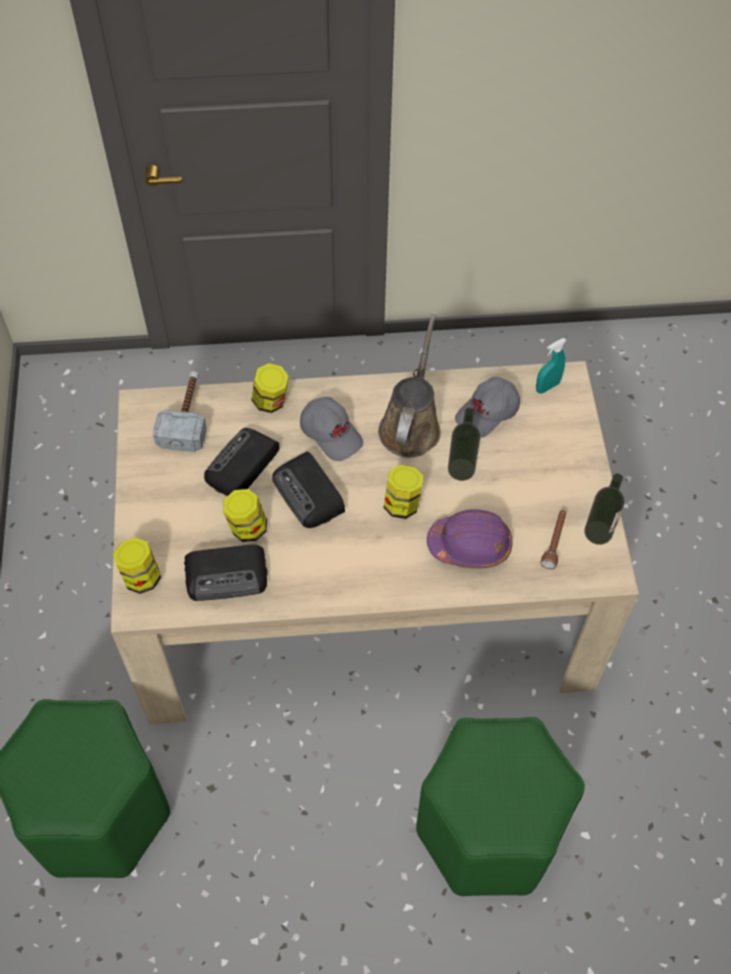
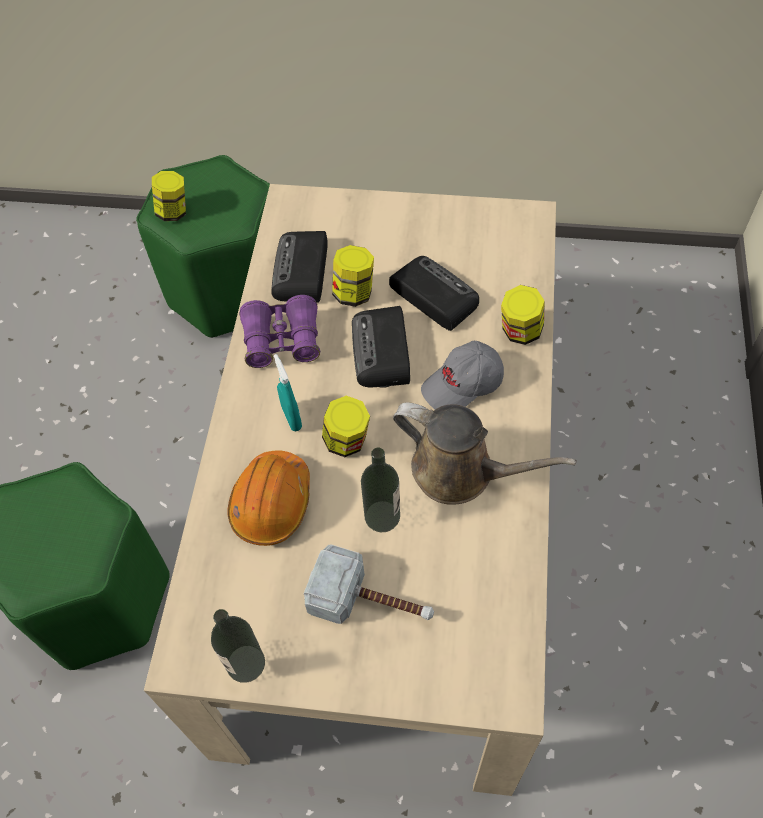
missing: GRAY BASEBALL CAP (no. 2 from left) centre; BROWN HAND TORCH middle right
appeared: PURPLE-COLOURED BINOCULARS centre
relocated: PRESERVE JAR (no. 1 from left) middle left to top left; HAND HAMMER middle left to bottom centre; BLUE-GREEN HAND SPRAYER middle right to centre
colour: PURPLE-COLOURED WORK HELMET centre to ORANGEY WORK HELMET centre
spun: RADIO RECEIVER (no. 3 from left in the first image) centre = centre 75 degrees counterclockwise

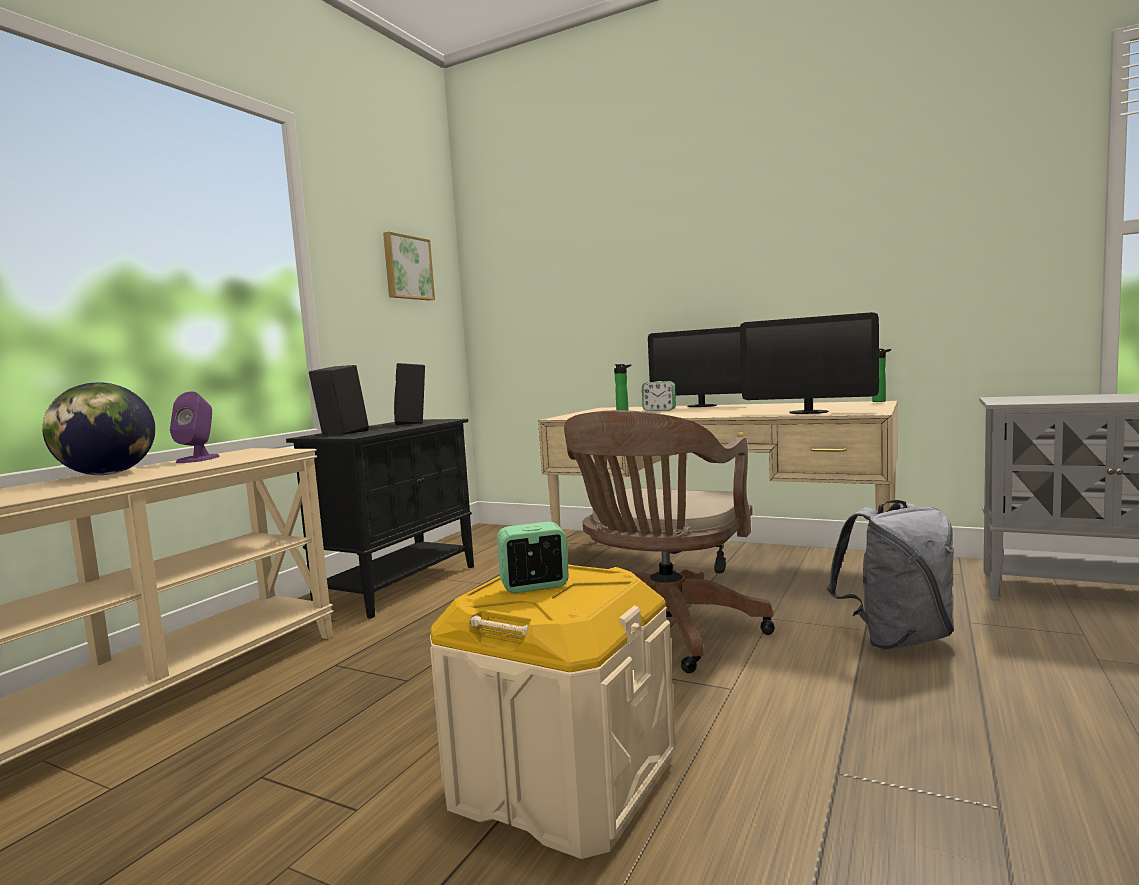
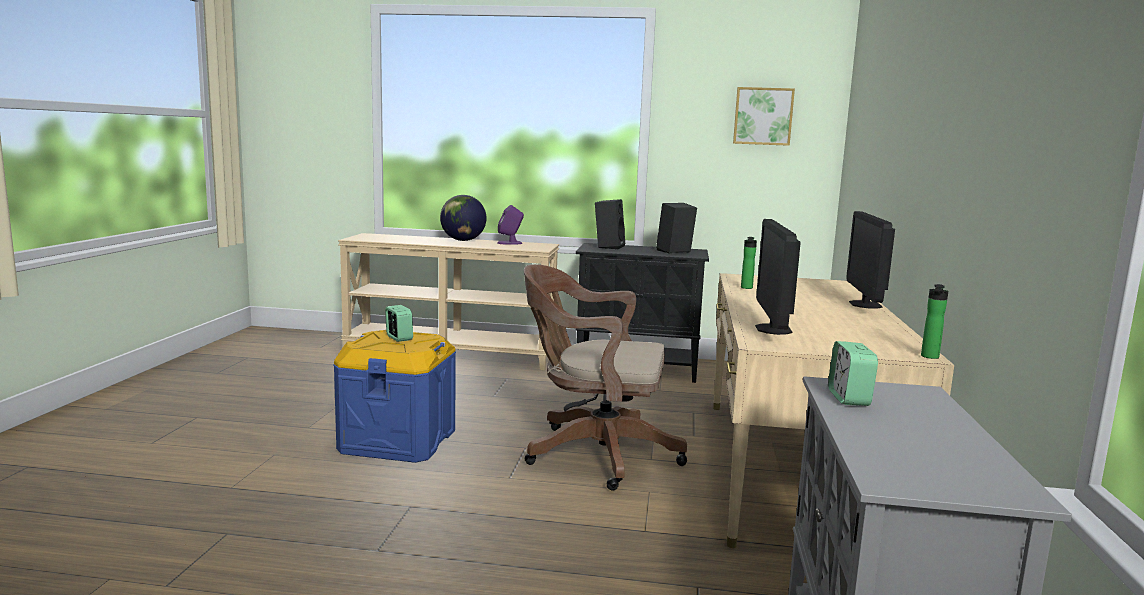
missing: GRAY BACKPACK middle right
relocated: BEDSIDE CLOCK (no. 2 from left) centre to middle right
colour: BEIGE STORAGE CONTAINER bottom centre to BLUE STORAGE CONTAINER centre

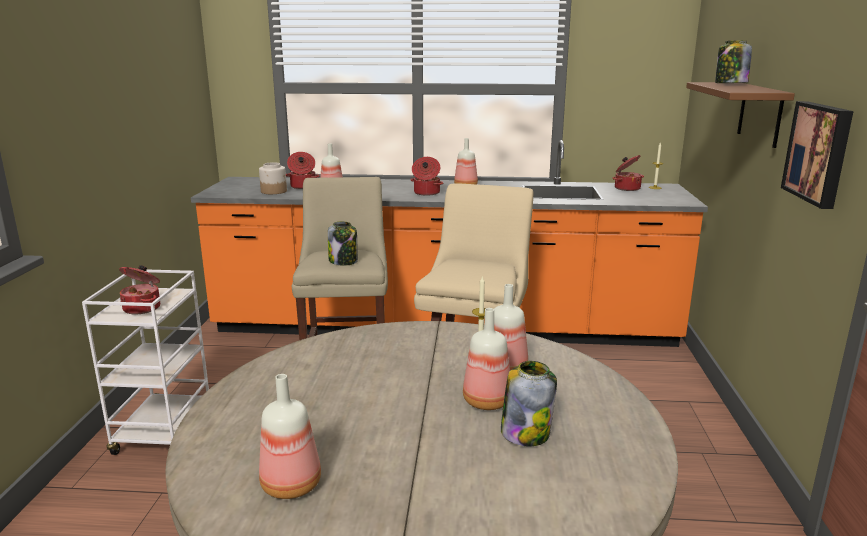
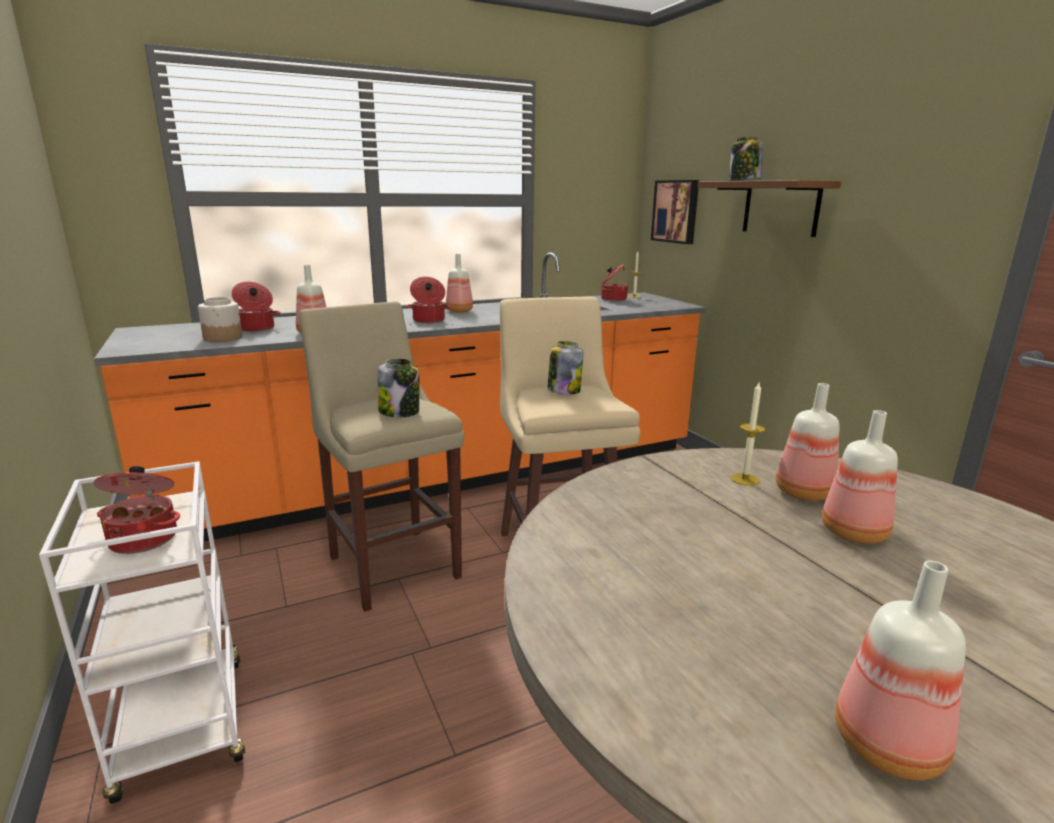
relocated: PRESERVE JAR (no. 3 from left) bottom centre to centre; PICTURE top right to top centre

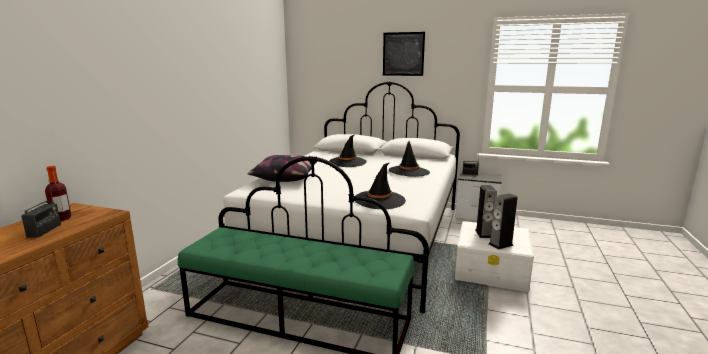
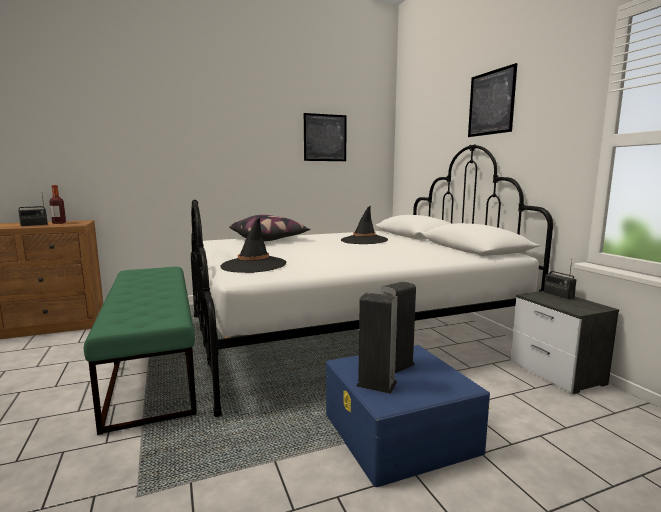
missing: BLACK-COLOURED WEARABLE HAT (no. 3 from left) centre
appeared: PICTURE (no. 1 from left) top centre
colour: WHITISH STORAGE CONTAINER bottom right to BLUE STORAGE CONTAINER bottom centre

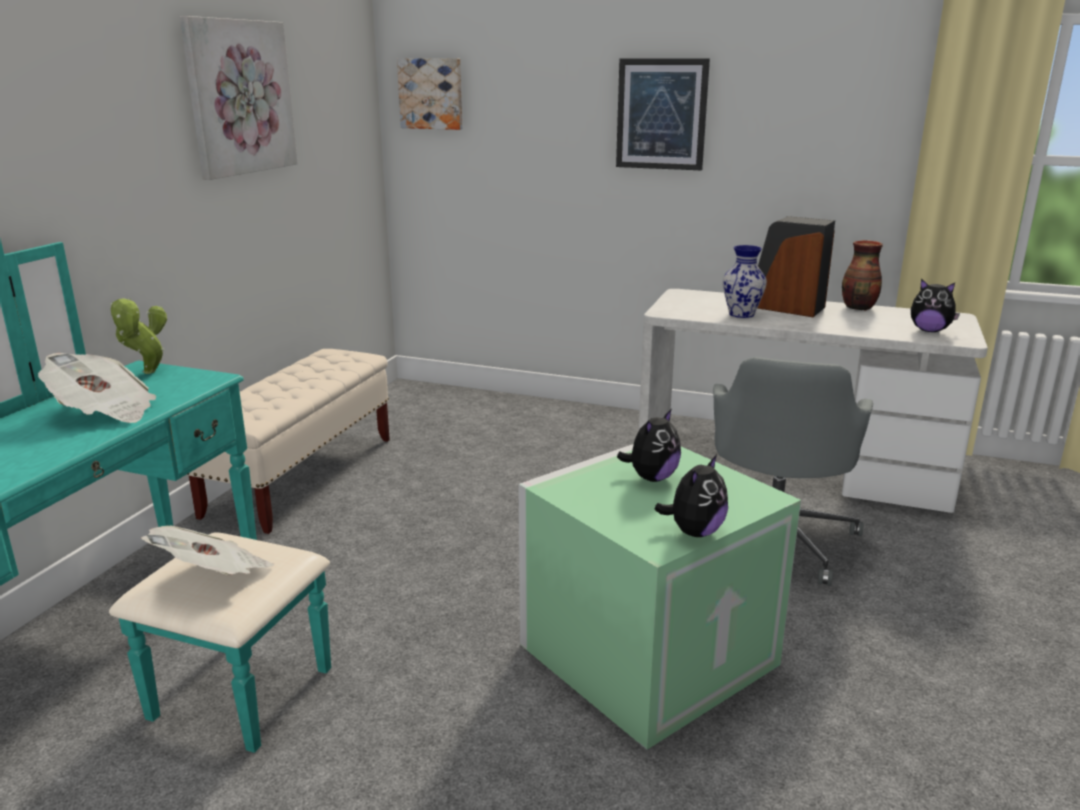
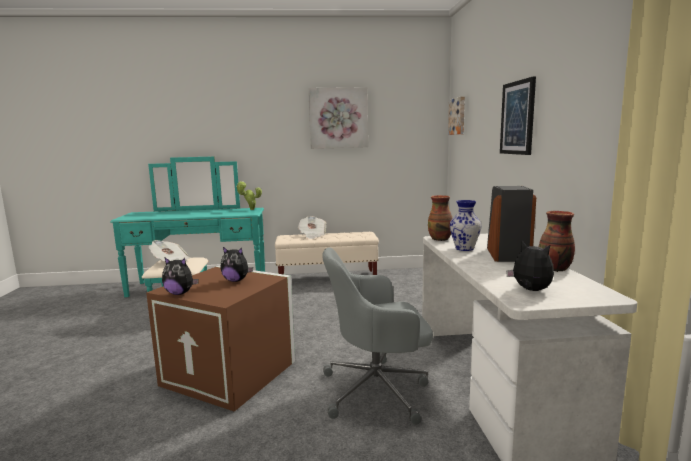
appeared: DECORATIVE VASE (no. 1 from left) centre
relocated: DAILY PAPER (no. 1 from left in the first image) middle left to DAILY PAPER (no. 2 from left) centre
colour: GREEN STORAGE CONTAINER bottom centre to BROWN STORAGE CONTAINER bottom left
spun: PLUSH TOY (no. 3 from left) middle right = middle right 135 degrees clockwise

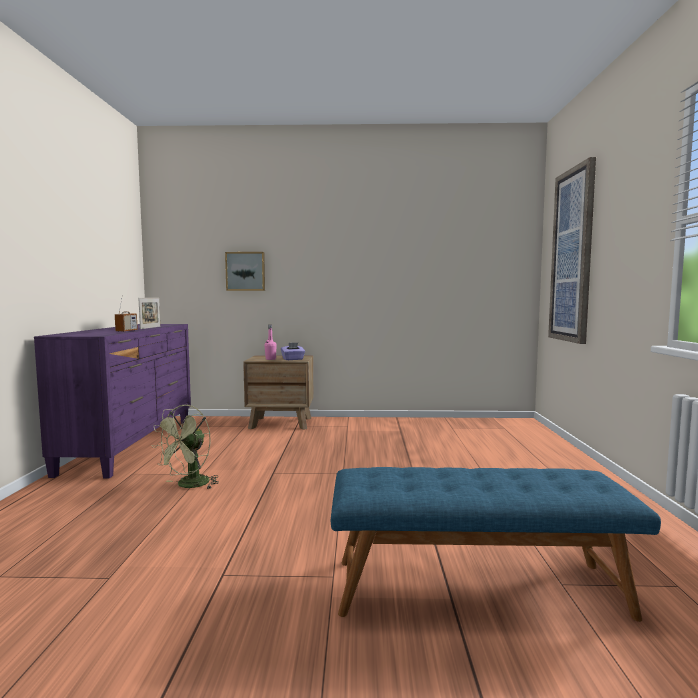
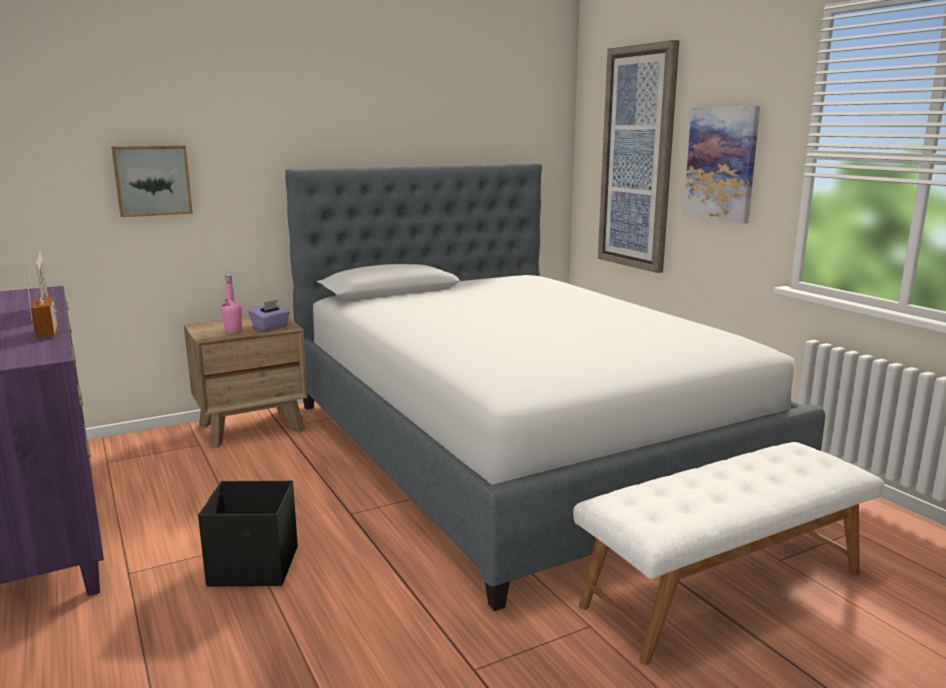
appeared: BEDROOM BED centre; PICTURE (no. 3 from left) top right
exchanged: GREEN FAN middle left to BLACK-COLOURED STORAGE CONTAINER bottom left
colour: BLUE BENCH bottom right to WHITISH BENCH bottom right

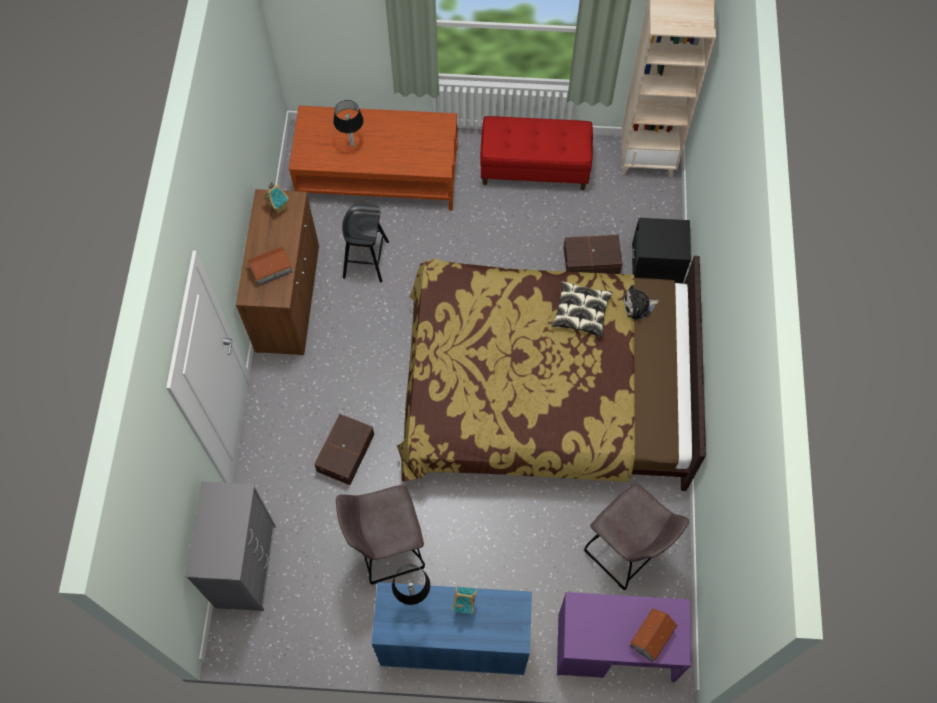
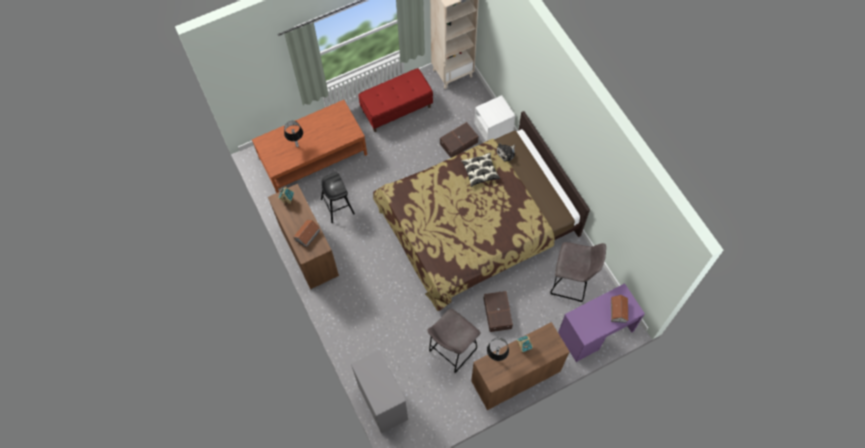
relocated: BROWN STORAGE CONTAINER (no. 1 from left in the first image) centre to BROWN STORAGE CONTAINER (no. 2 from left) bottom centre
colour: BLUE CABINET bottom centre to BROWN CABINET (no. 2 from left) bottom centre; BLACK-COLOURED NIGHTSTAND middle right to WHITISH NIGHTSTAND top centre

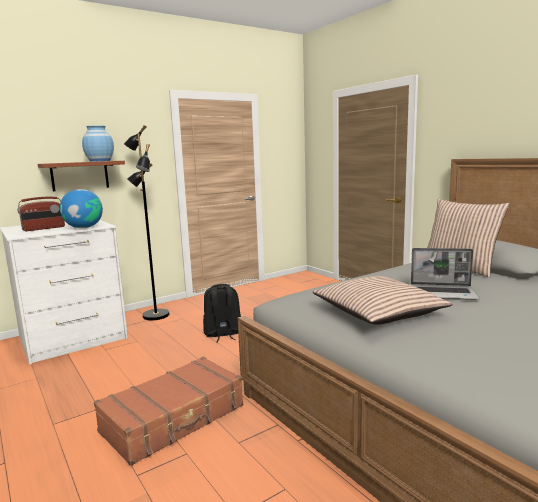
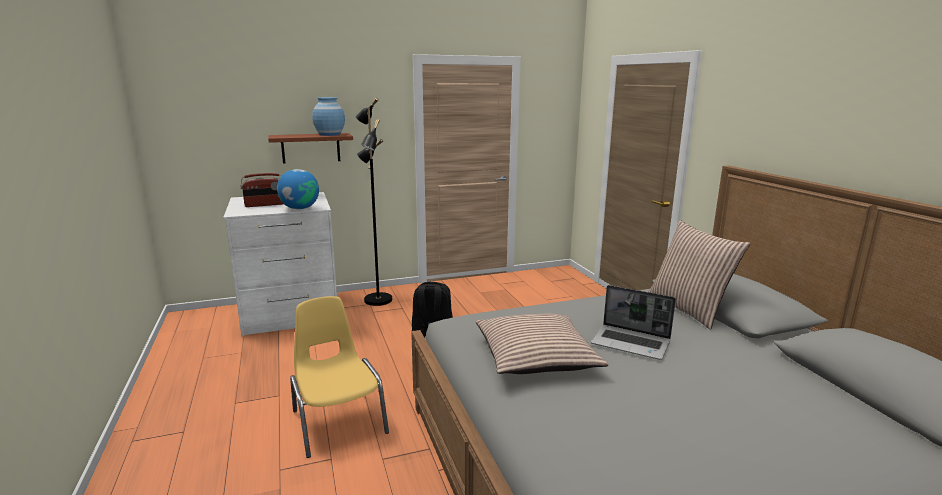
exchanged: BROWN TRAVEL CASE bottom left to YELLOW UPRIGHT CHAIR bottom centre

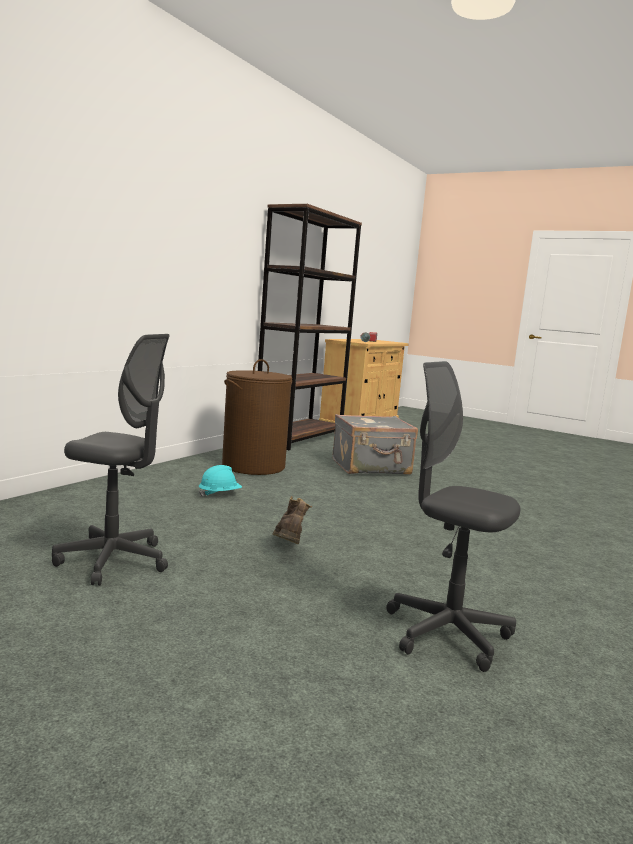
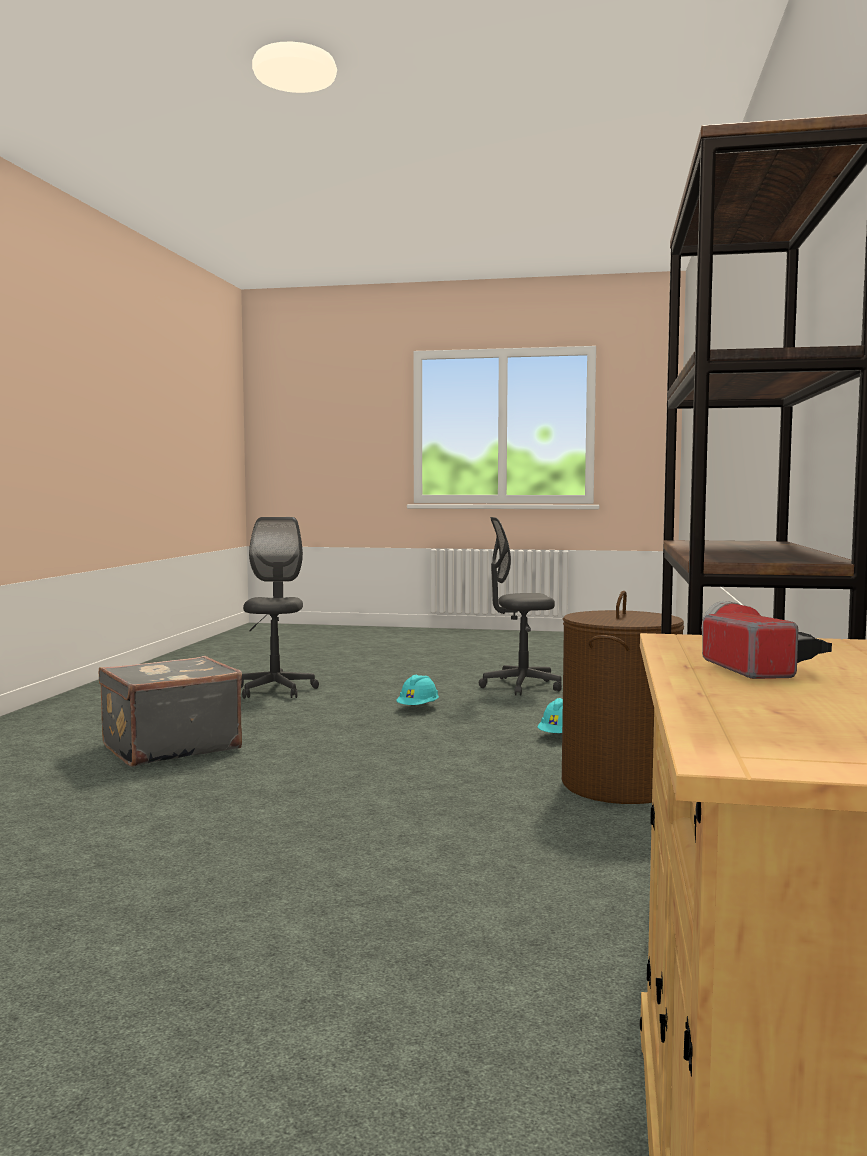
relocated: GRAY TRAVEL CASE centre to middle left
exchanged: BROWN HIGH-TOP BOOT centre to BLUE-GREEN WORK HELMET (no. 1 from left) centre
spun: GRAY DESK CHAIR (no. 2 from left in the first image) middle right = middle left 105 degrees counterclockwise

